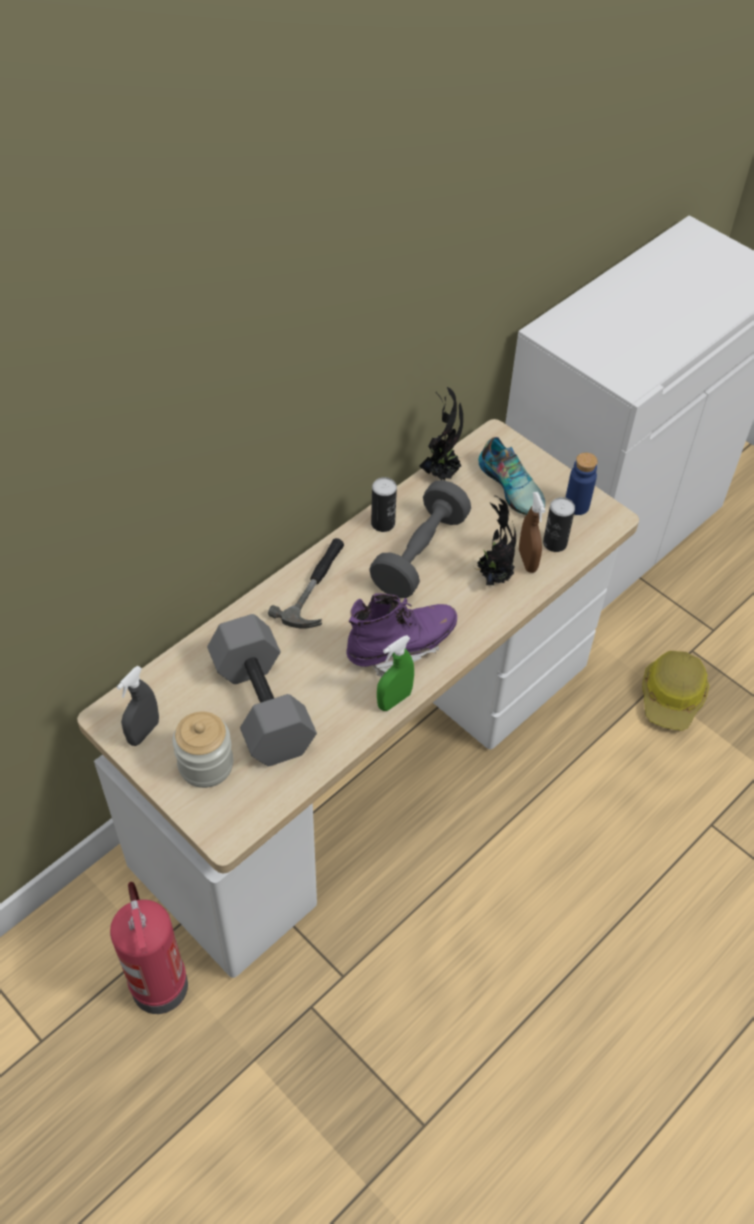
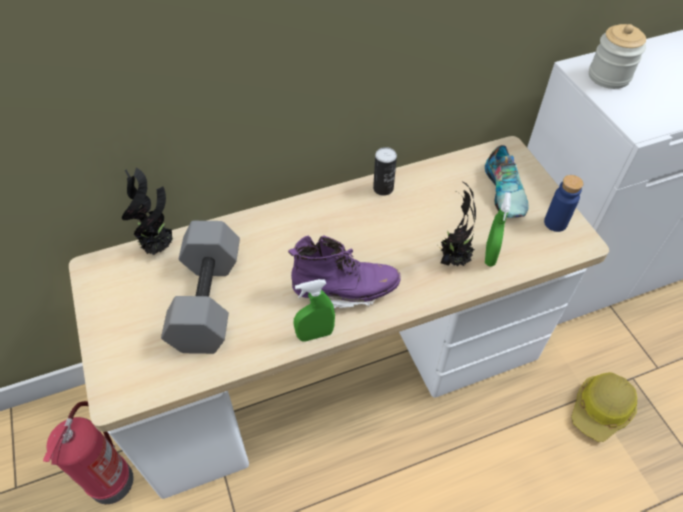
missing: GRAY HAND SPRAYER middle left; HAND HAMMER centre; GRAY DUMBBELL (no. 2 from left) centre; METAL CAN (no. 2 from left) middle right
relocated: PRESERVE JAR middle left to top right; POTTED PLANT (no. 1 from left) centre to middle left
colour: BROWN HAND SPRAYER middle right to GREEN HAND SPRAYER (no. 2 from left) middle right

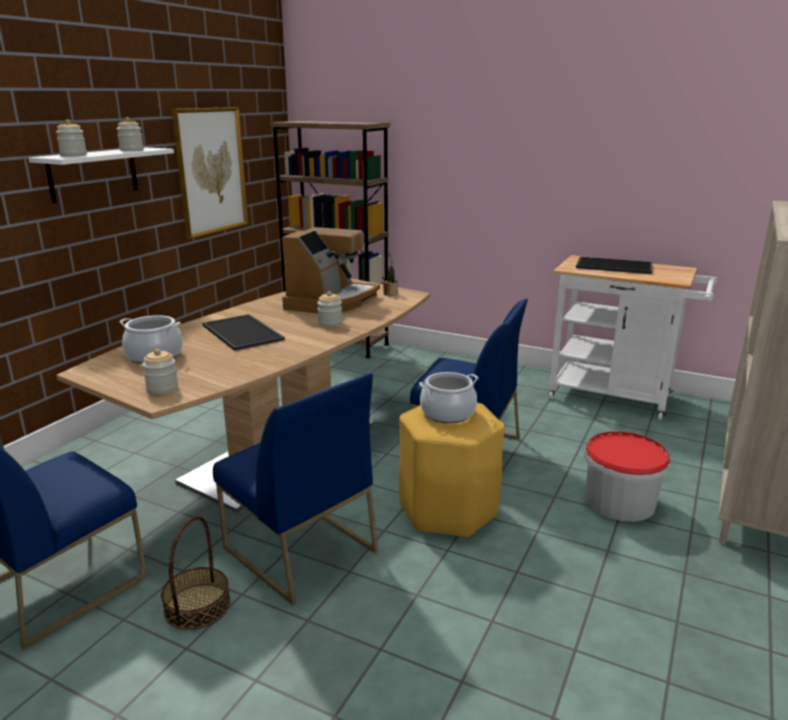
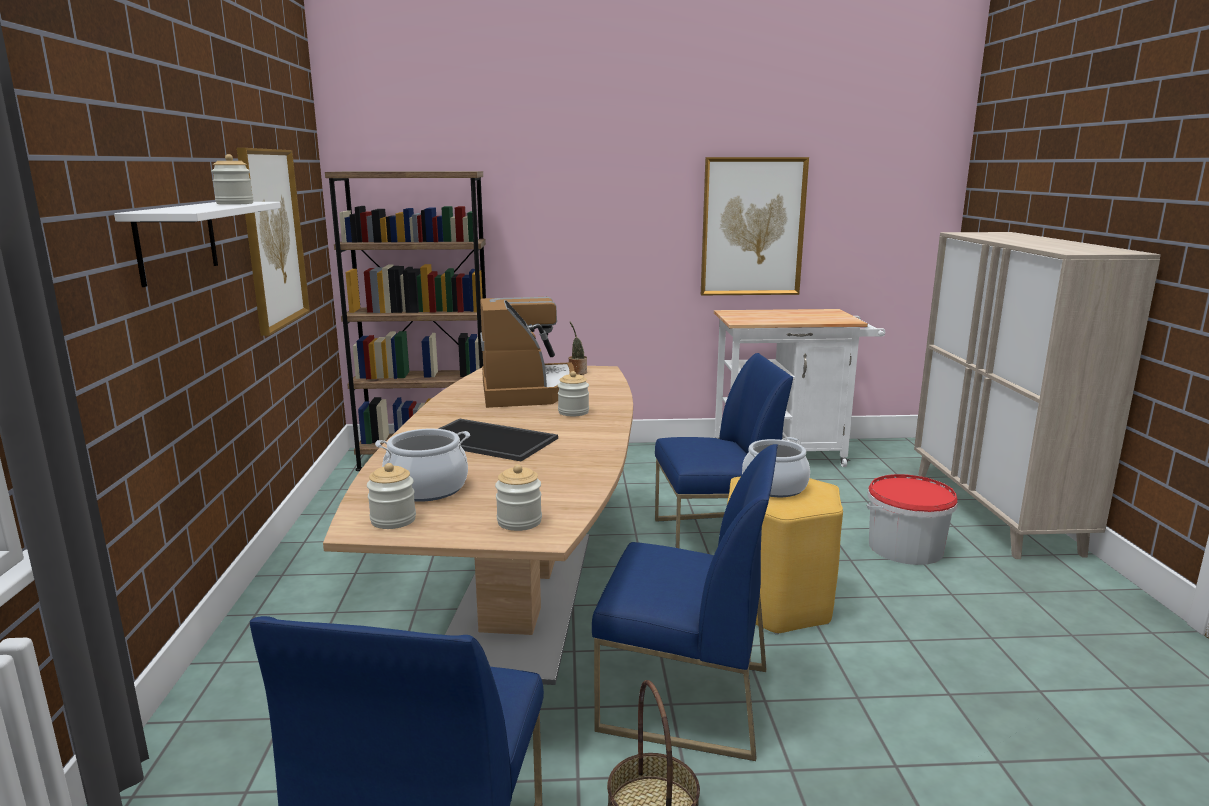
missing: SERVING TRAY (no. 2 from left) middle right
appeared: PICTURE (no. 2 from left) top centre
relocated: PRESERVE JAR (no. 1 from left in the first image) top left to PRESERVE JAR (no. 2 from left) middle left

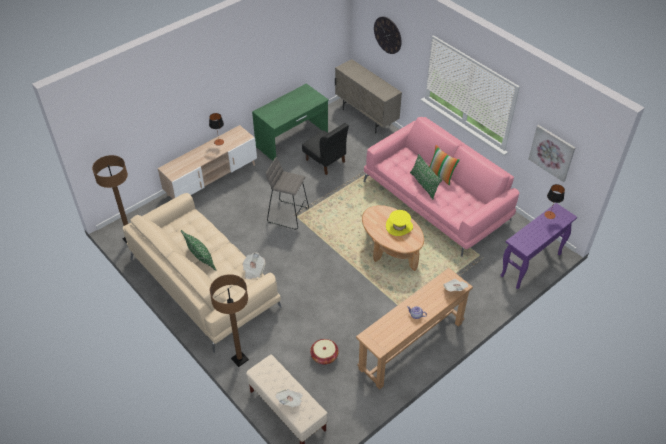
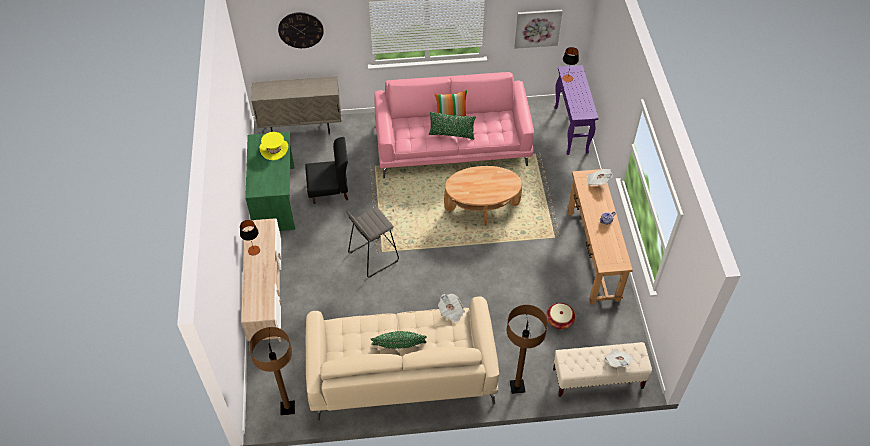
relocated: YELLOW WEARABLE HAT centre to top left

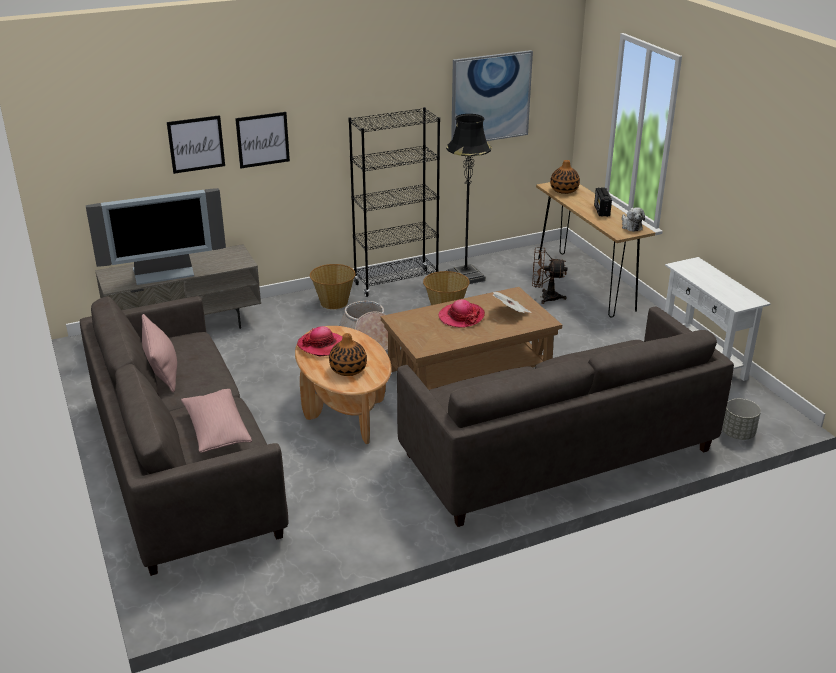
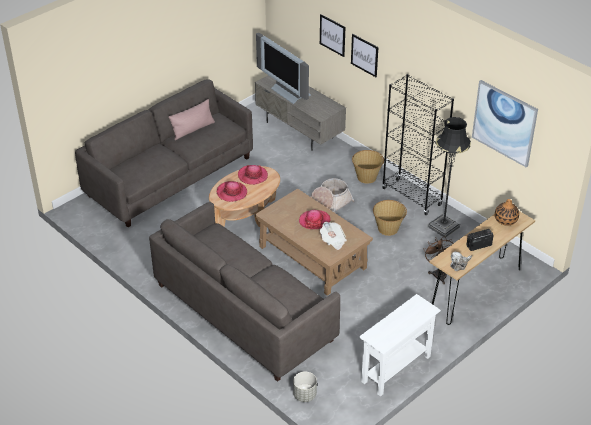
missing: PINK CUSHION (no. 2 from left) middle left
exchanged: DECORATIVE VASE (no. 1 from left) centre to WEARABLE HAT (no. 1 from left) centre

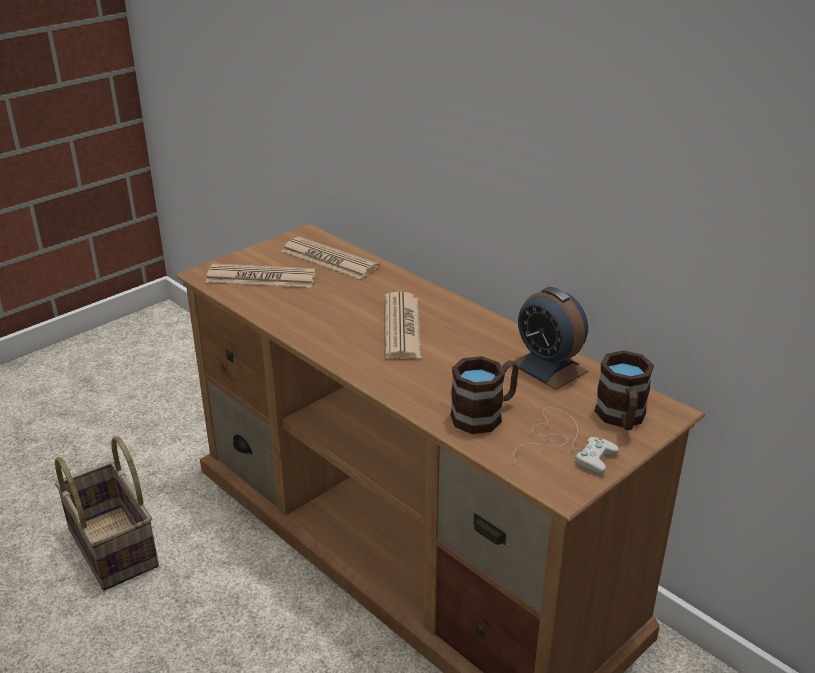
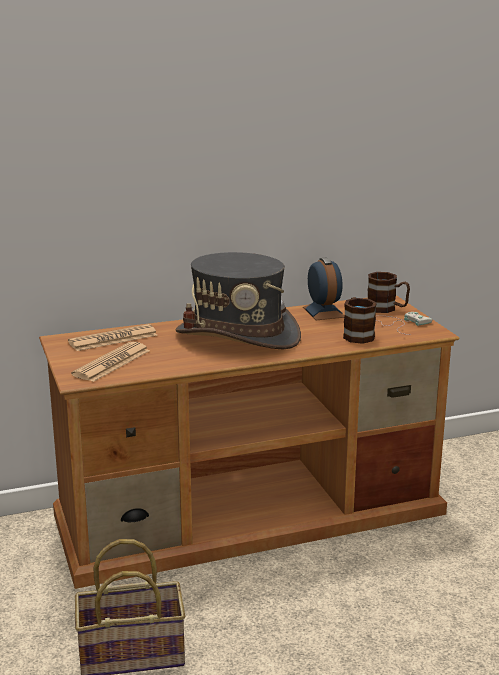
exchanged: DAILY PAPER (no. 3 from left) centre to GRAY WEARABLE HAT centre
spun: BEDSIDE CLOCK middle right = centre 90 degrees counterclockwise

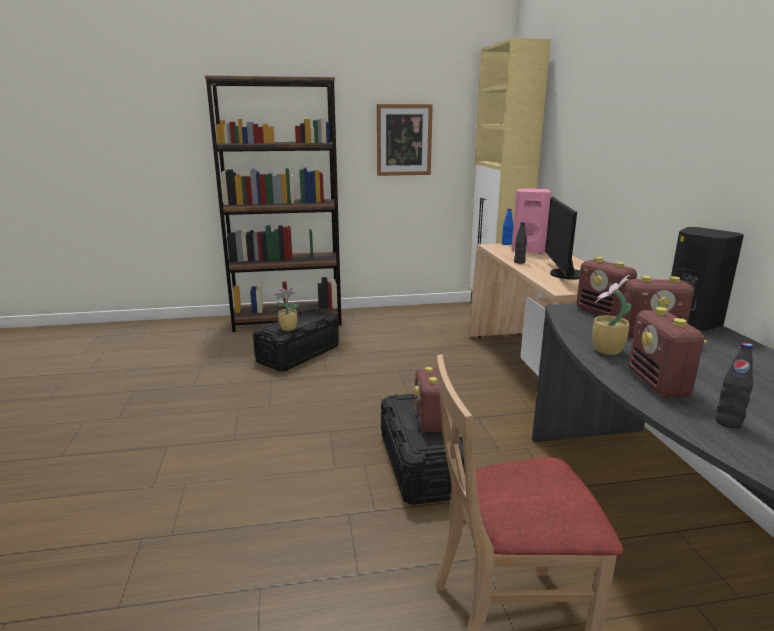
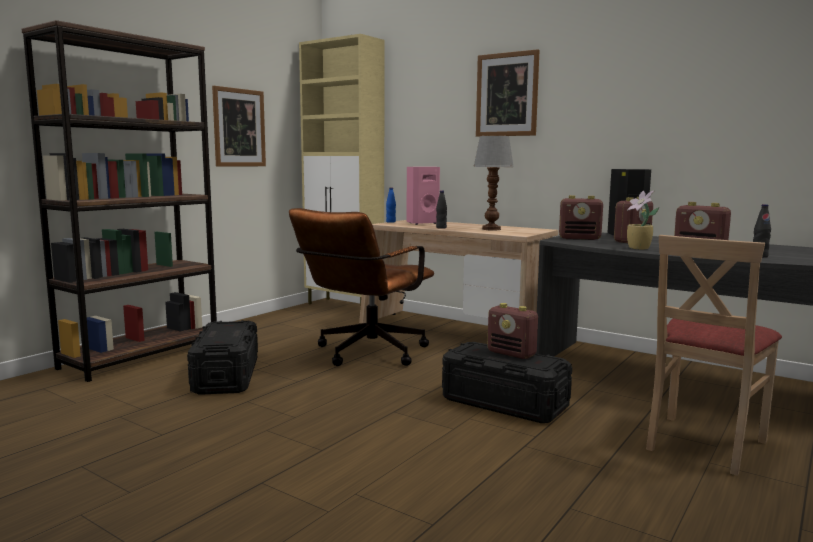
missing: POTTED PLANT (no. 1 from left) centre
appeared: BROWN DESK CHAIR centre; PICTURE (no. 2 from left) top centre
exchanged: COMPUTER SCREEN middle right to TABLETOP LAMP centre

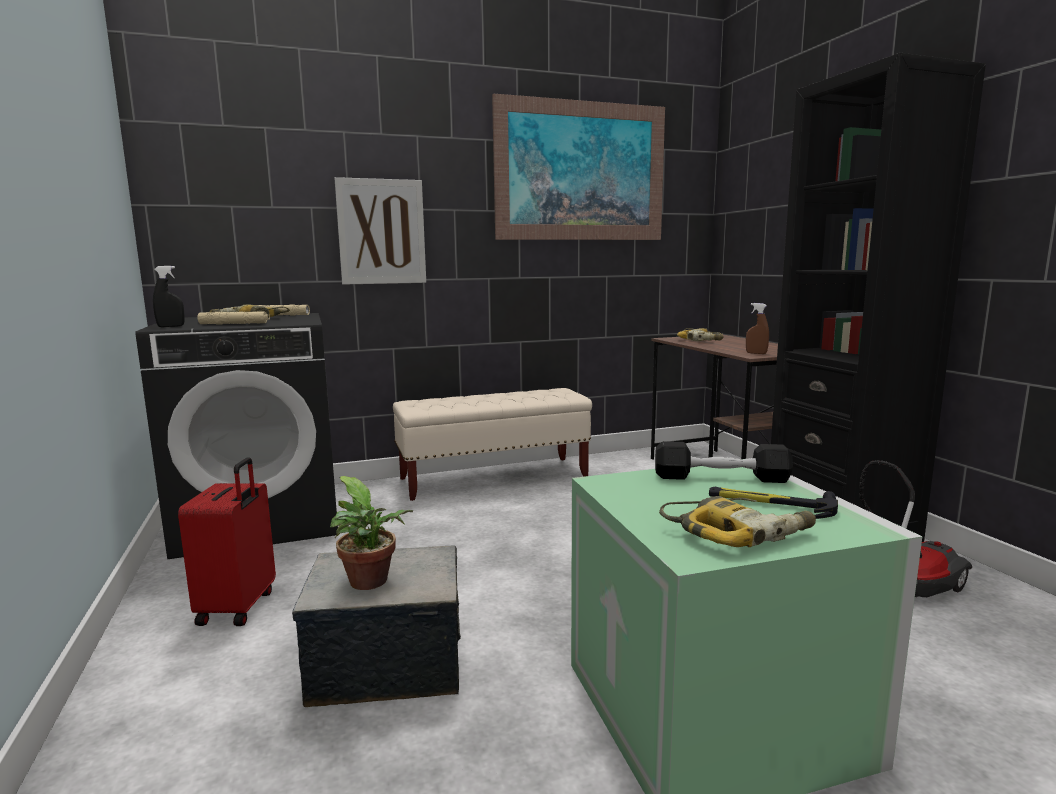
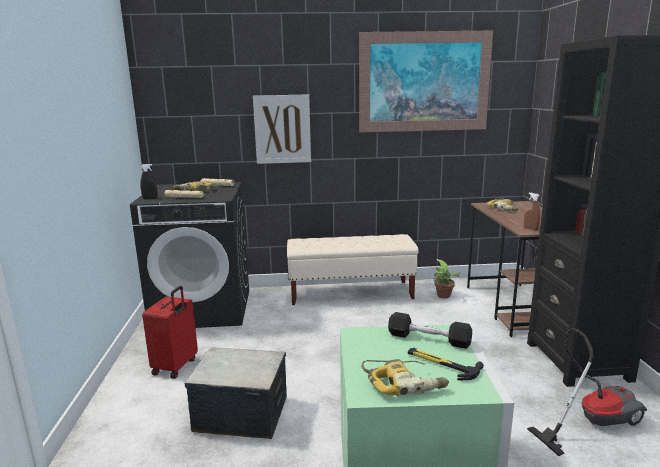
relocated: POTTED PLANT bottom centre to middle right

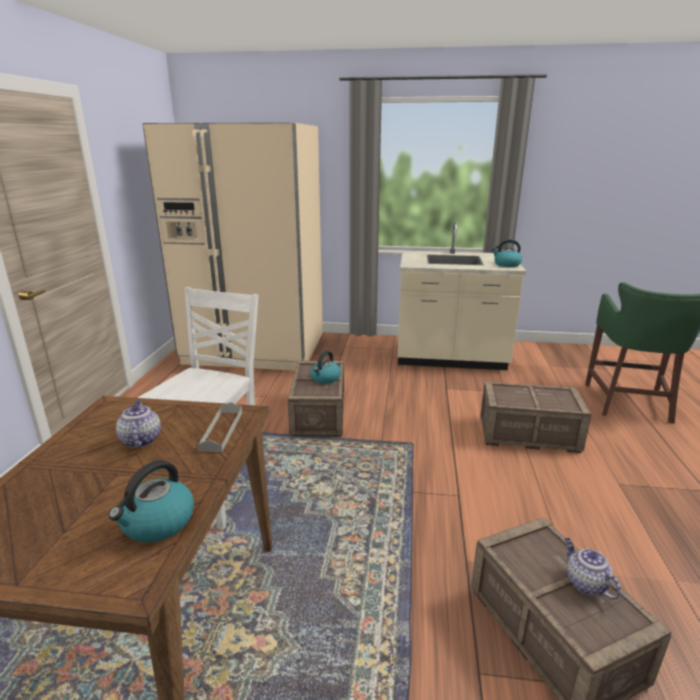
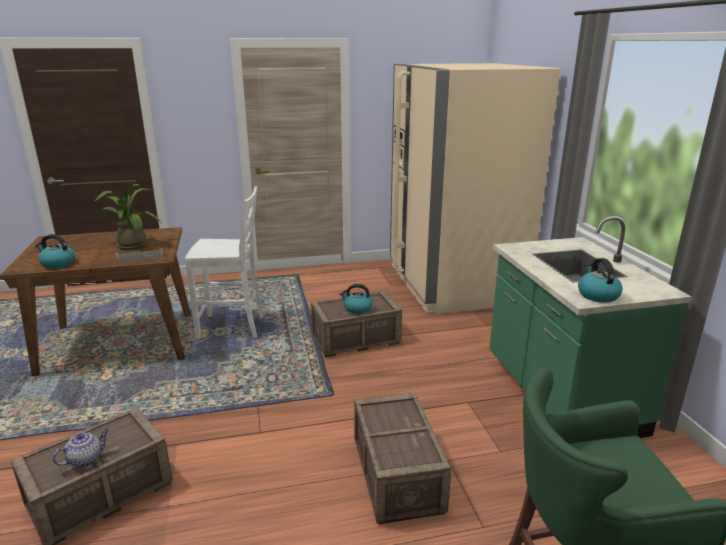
exchanged: POT FOR TEA (no. 1 from left) middle left to POTTED PLANT middle left
colour: BEIGE KITCHEN COUNTER centre to GREEN KITCHEN COUNTER middle right

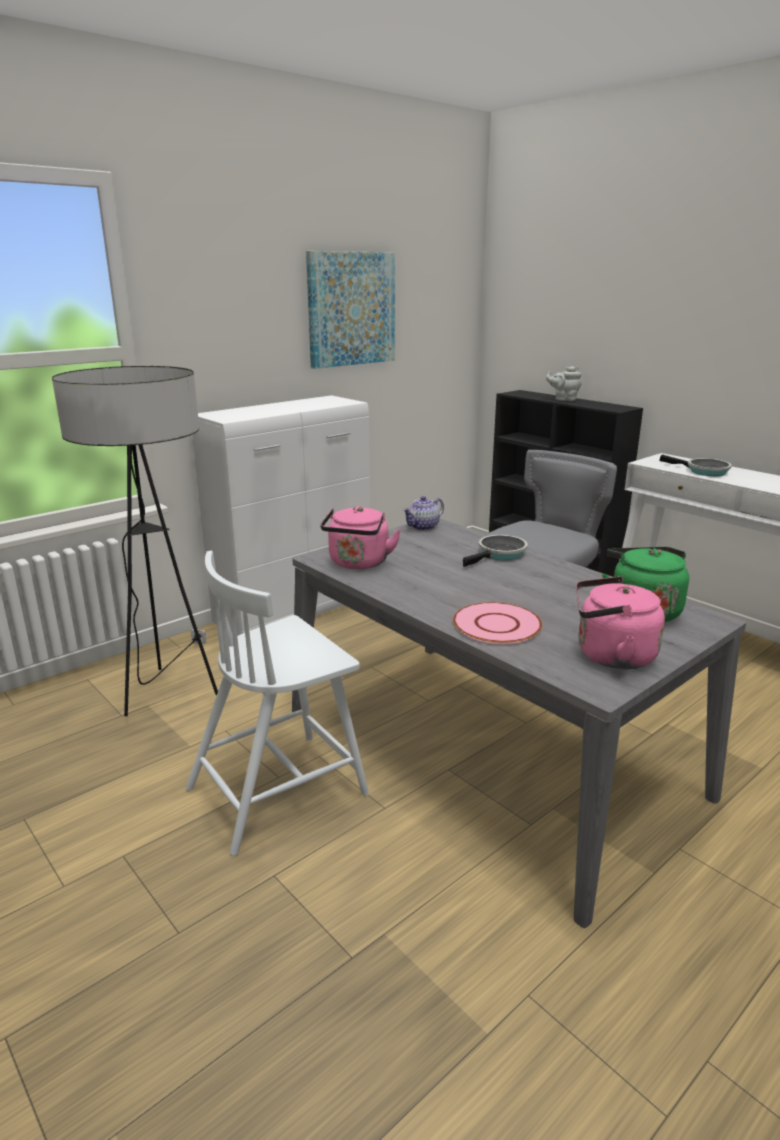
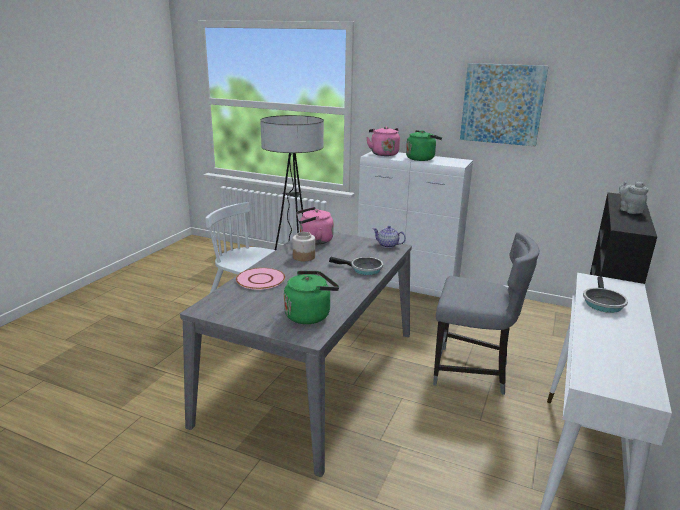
appeared: PRESERVE JAR centre; GREEN TEA KETTLE (no. 2 from left) top centre
relocated: PINK TEA KETTLE (no. 2 from left) middle right to top centre

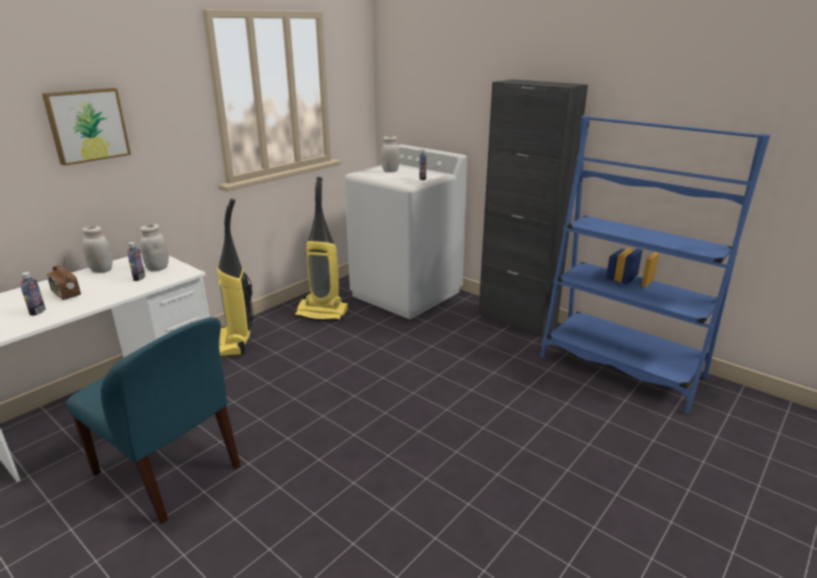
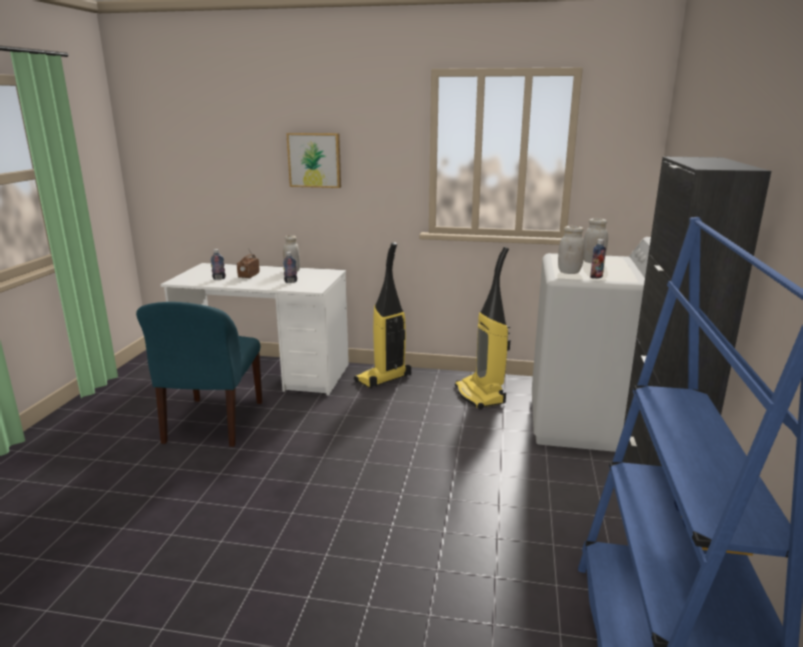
relocated: WHITISH PRESERVE JAR (no. 2 from left) middle left to middle right

